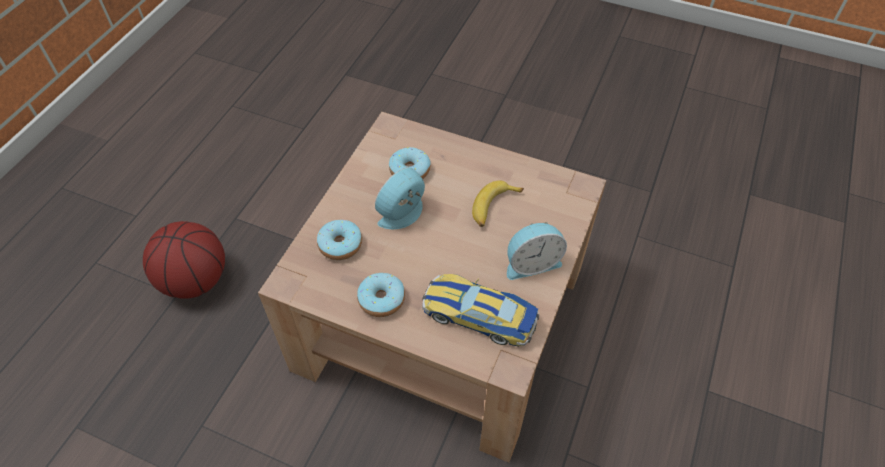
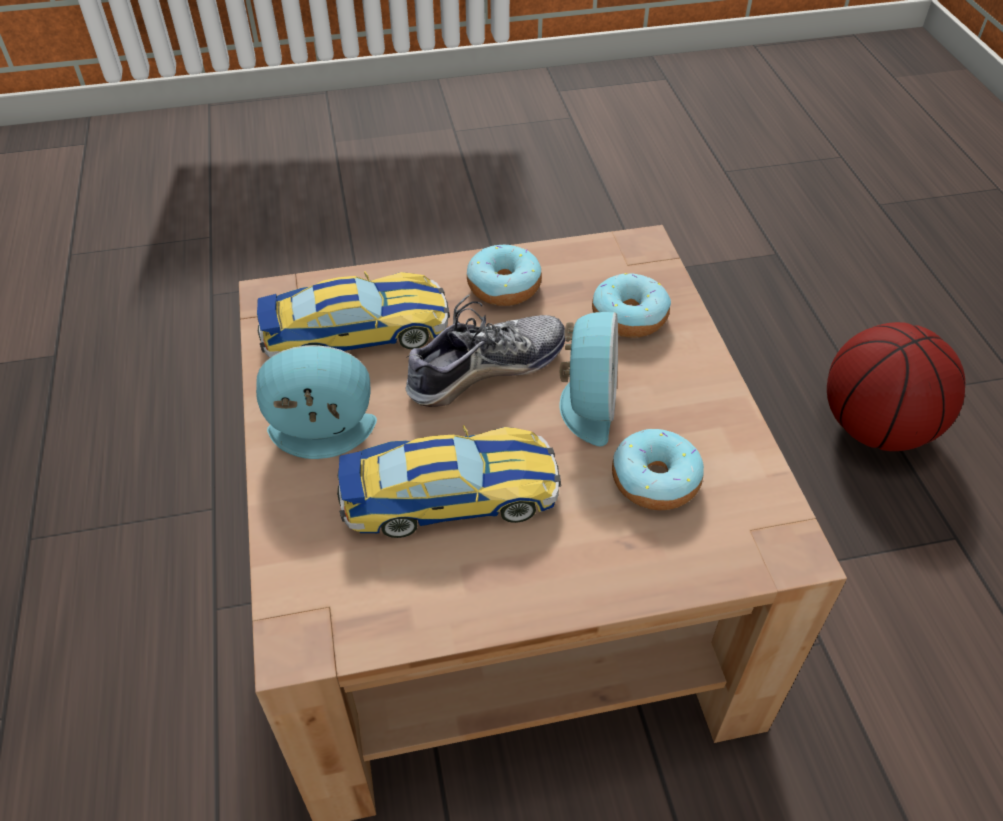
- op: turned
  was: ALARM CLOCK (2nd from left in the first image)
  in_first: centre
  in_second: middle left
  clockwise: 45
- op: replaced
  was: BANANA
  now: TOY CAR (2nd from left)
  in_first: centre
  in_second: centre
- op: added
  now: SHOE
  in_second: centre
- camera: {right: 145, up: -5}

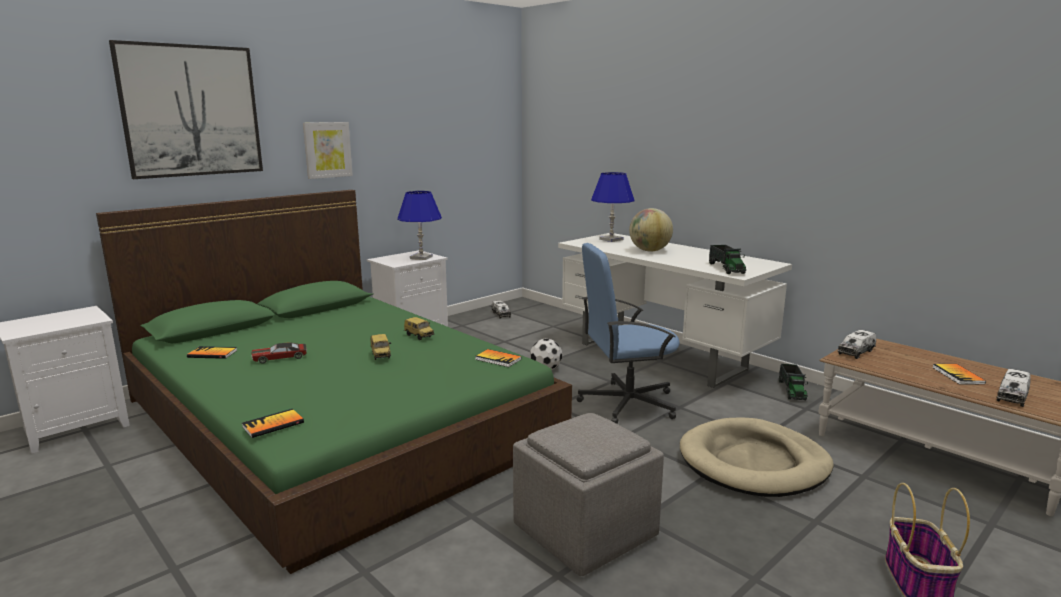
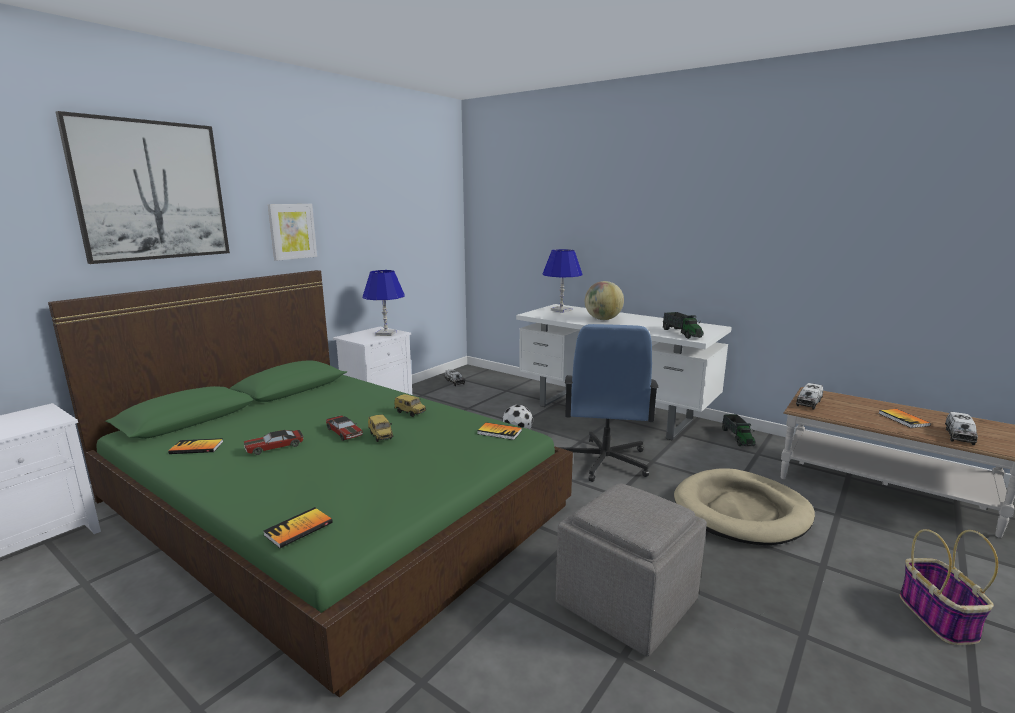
- op: added
  now: TOY CAR (2nd from left)
  in_second: centre
- op: turned
  was: BLUE OFFICE CHAIR
  in_first: centre
  in_second: centre
  clockwise: -60
- camera: {right: -10, up: 0}

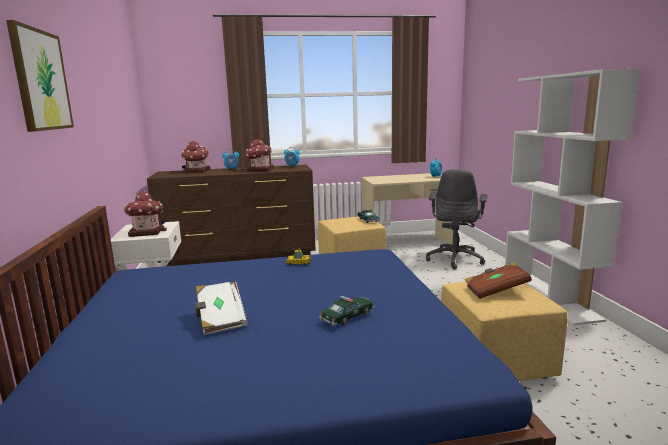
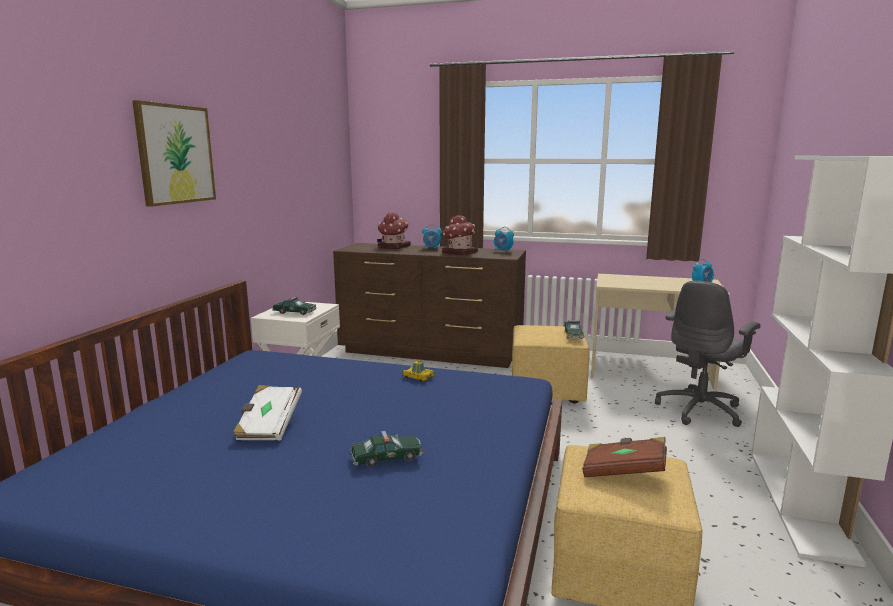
- op: replaced
  was: TOY HOUSE (1st from left)
  now: TOY CAR (1st from left)
  in_first: middle left
  in_second: middle left
- camera: {right: 25, up: 0}

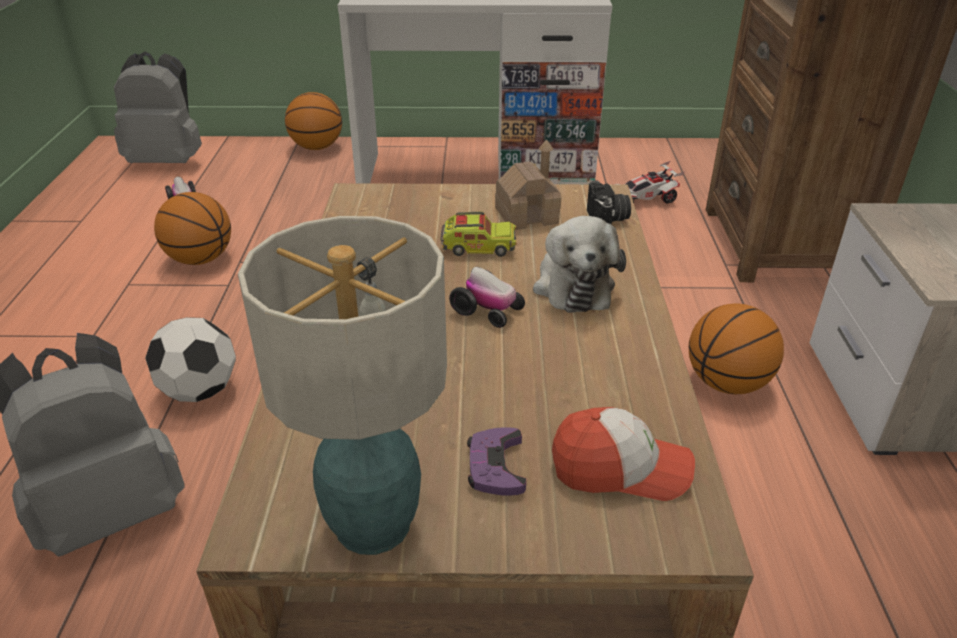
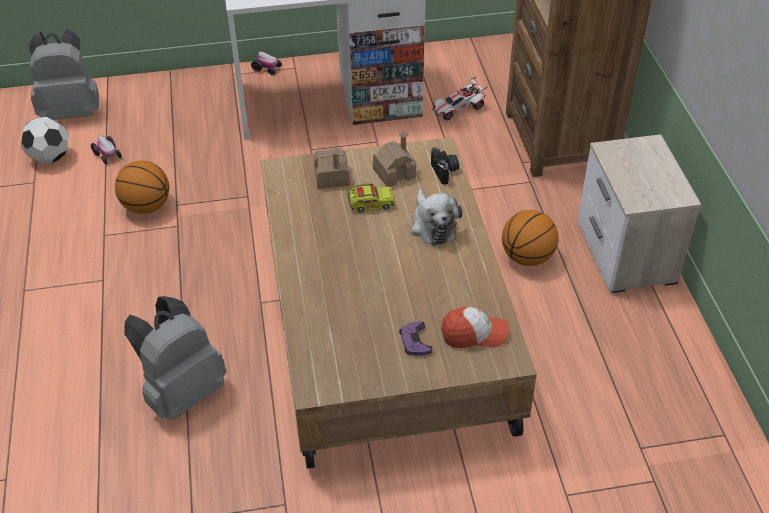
- op: moved
  was: FOOTBALL
  in_first: middle left
  in_second: top left
- op: moved
  was: TOY CAR (2nd from left)
  in_first: centre
  in_second: top centre
- op: added
  now: TOY HOUSE (1st from left)
  in_second: top centre
- op: removed
  was: TABLE LAMP
  in_first: centre
- op: removed
  was: BASKETBALL (2nd from left)
  in_first: top left
- camera: {right: -10, up: 10}

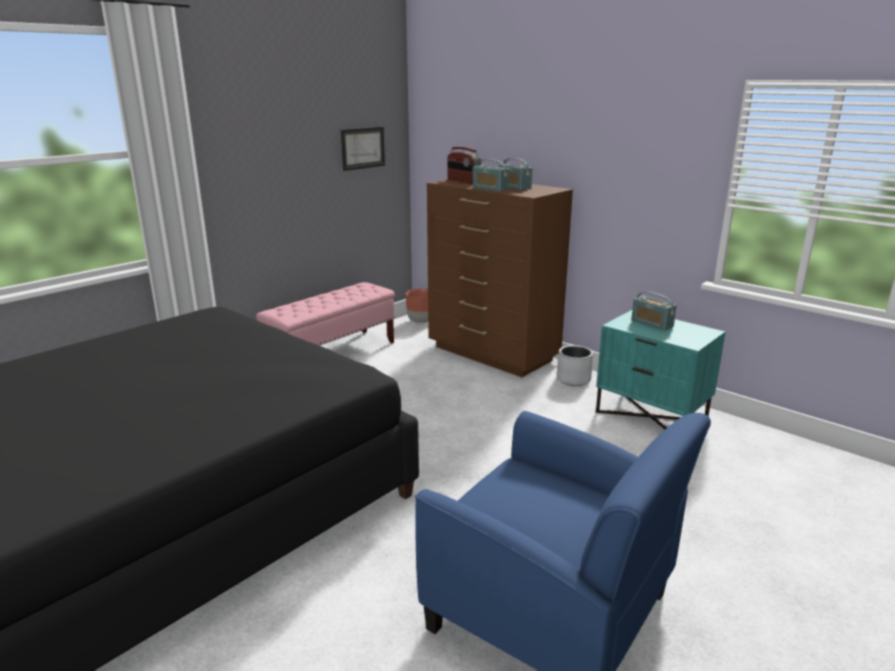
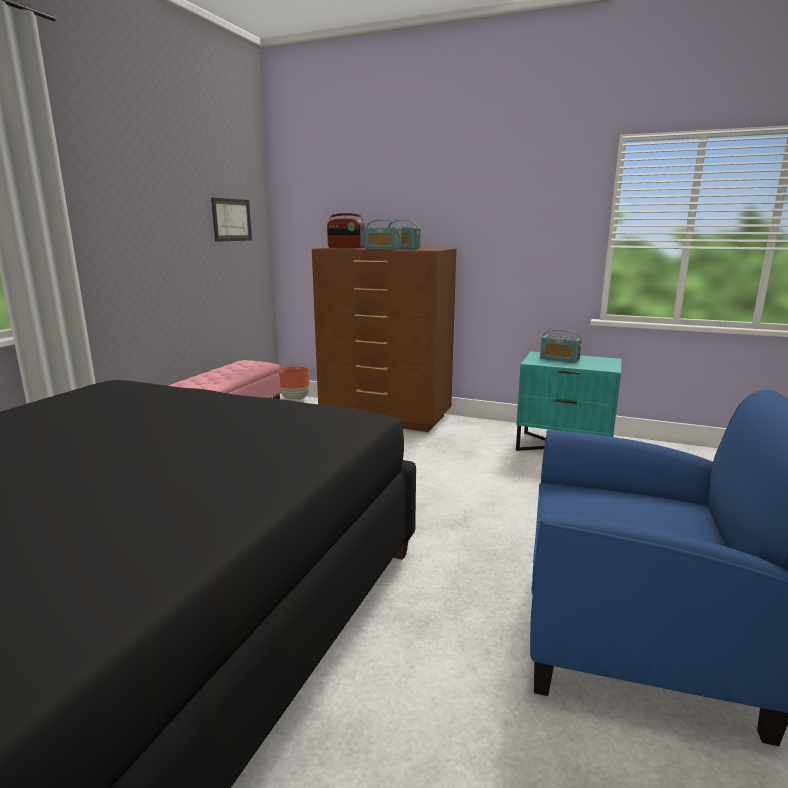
- op: removed
  was: GREY PLANTER
  in_first: centre
- camera: {right: -20, up: -5}

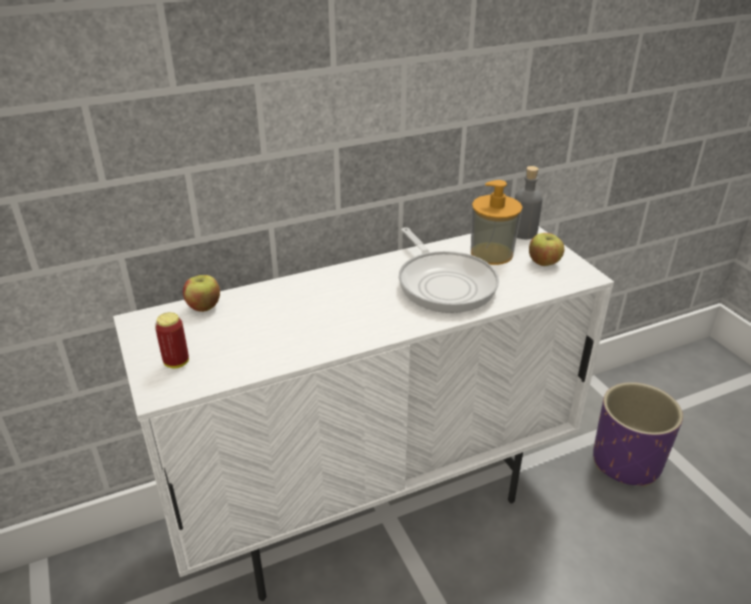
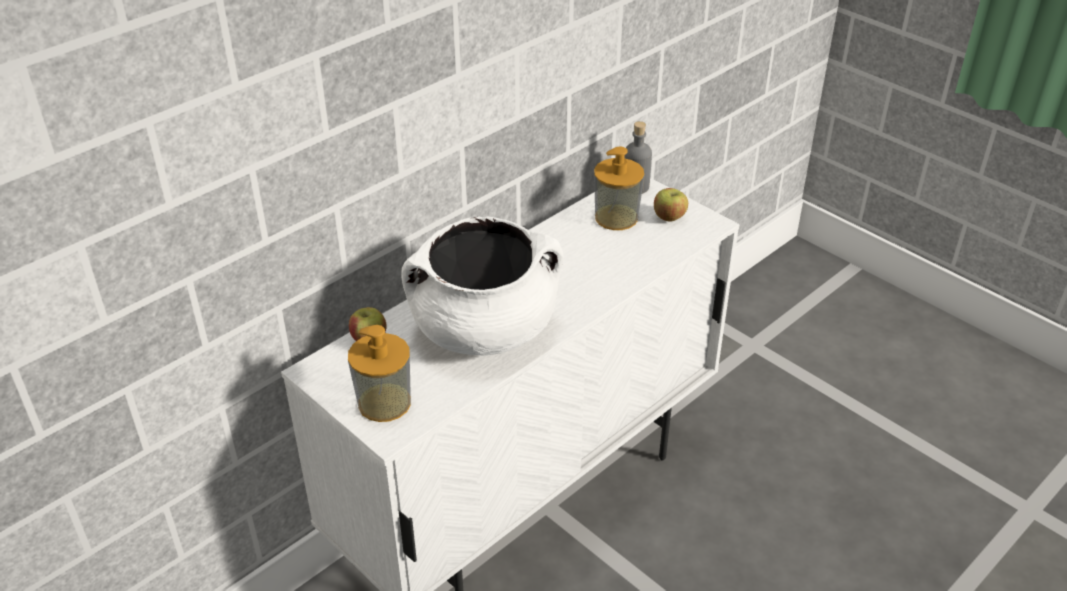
- op: replaced
  was: CAN
  now: SOAP DISPENSER (1st from left)
  in_first: middle left
  in_second: centre
- op: added
  now: WHITE COOKING POT
  in_second: centre
- op: removed
  was: FRYING PAN
  in_first: centre
- op: removed
  was: PURPLE PLANTER
  in_first: bottom right
- camera: {right: -20, up: 5}

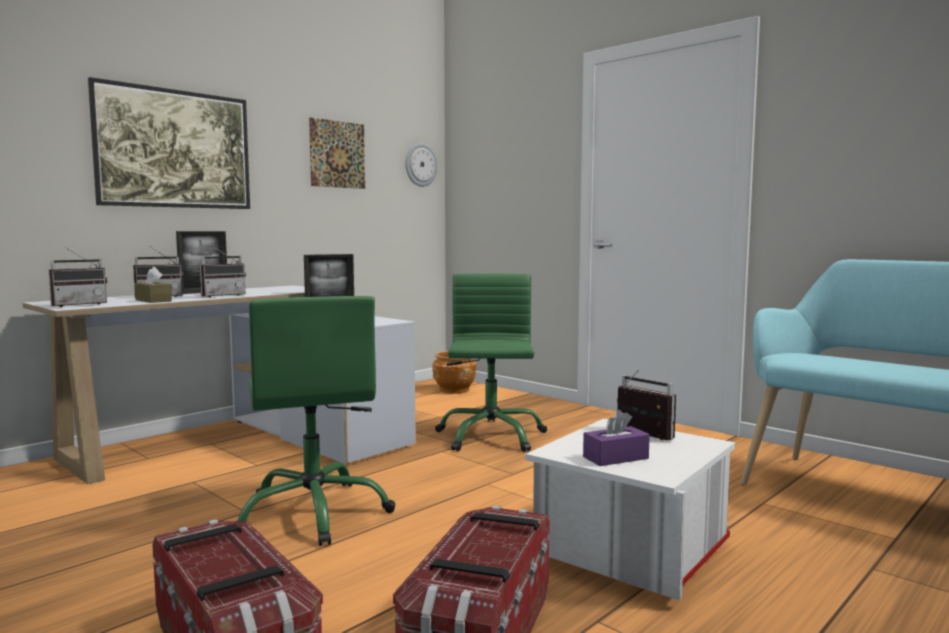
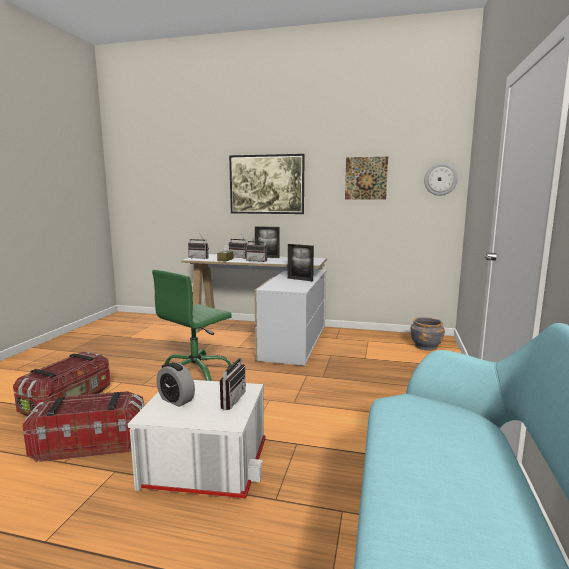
- op: replaced
  was: PURPLE TISSUE BOX
  now: ALARM CLOCK
  in_first: bottom centre
  in_second: bottom left
- op: recoloured
  was: BROWN PLANTER
  now: GREY PLANTER
  in_first: centre
  in_second: middle right
- op: removed
  was: GREEN OFFICE CHAIR (2nd from left)
  in_first: centre
- camera: {right: 60, up: 5}

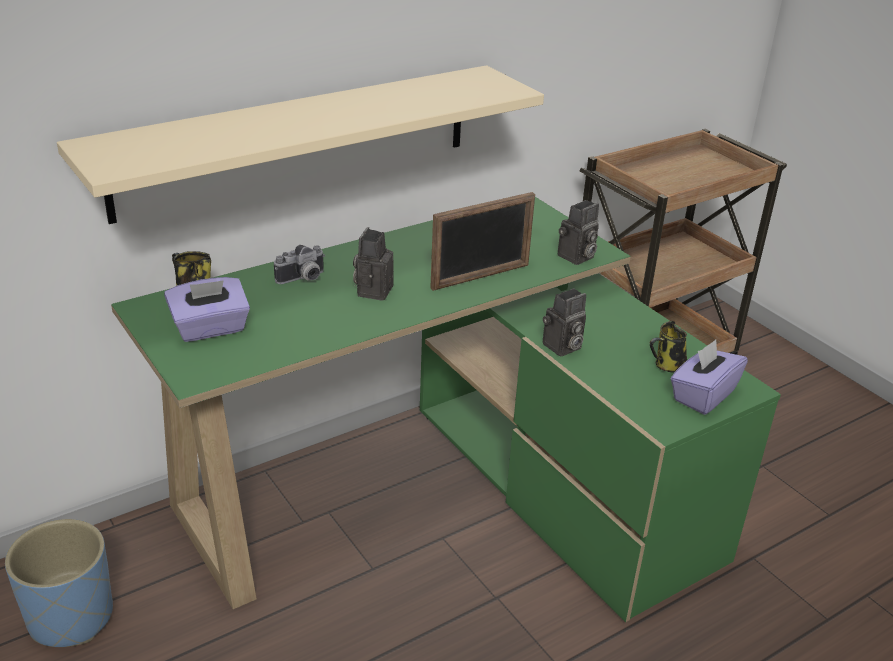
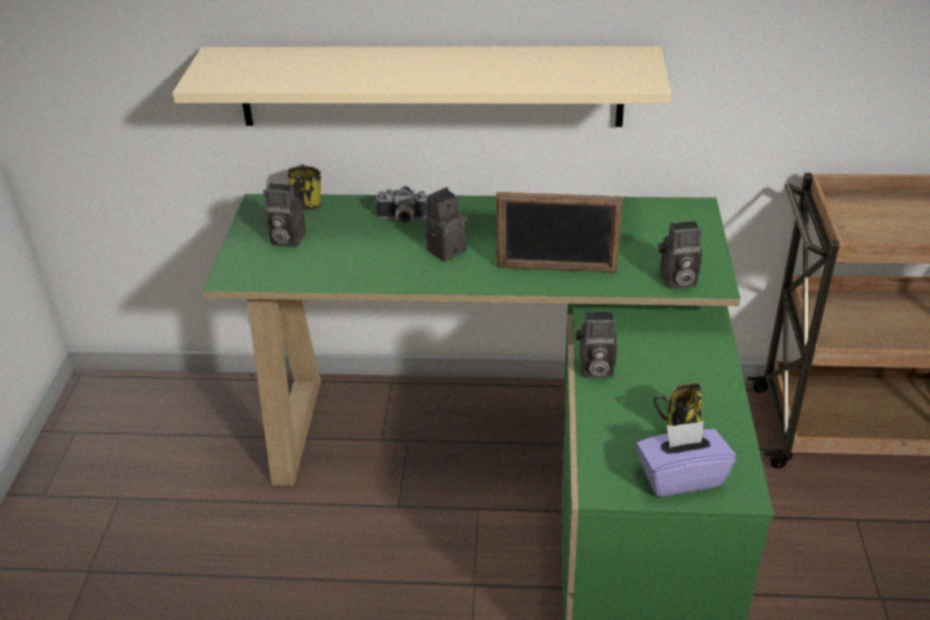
- op: replaced
  was: PURPLE TISSUE BOX (1st from left)
  now: PHOTO CAMERA (1st from left)
  in_first: middle left
  in_second: middle left
- op: removed
  was: BLUE PLANTER
  in_first: bottom left
- camera: {right: 40, up: 5}

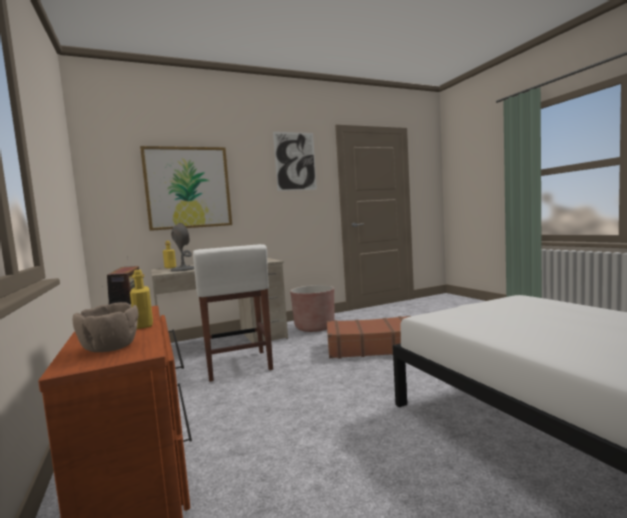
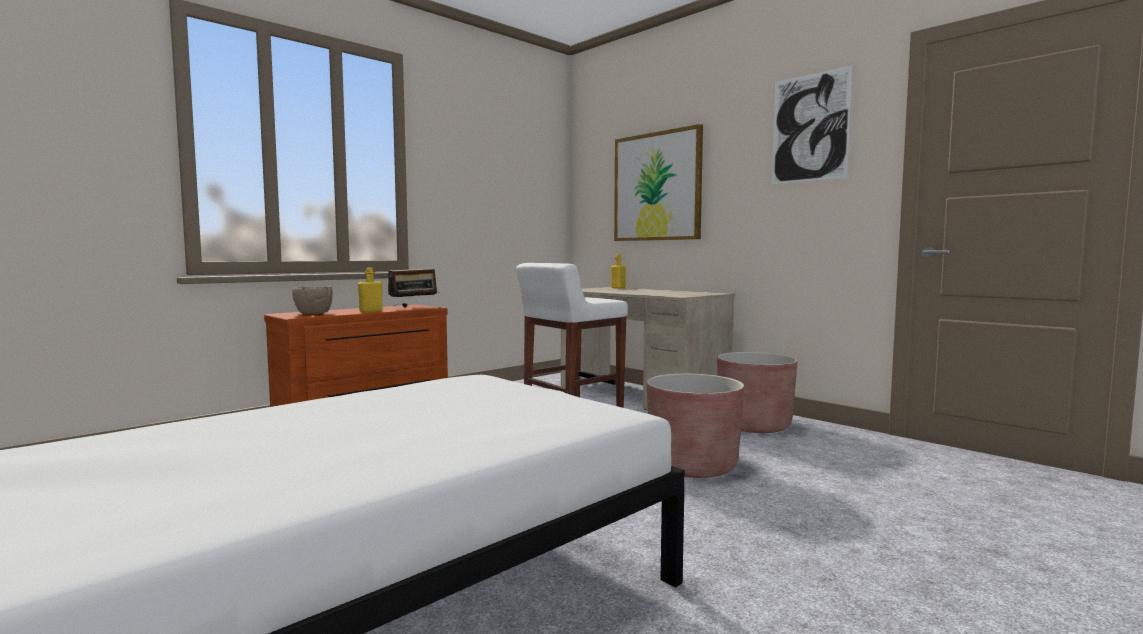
- op: replaced
  was: BROWN SUITCASE
  now: BROWN PLANTER (1st from left)
  in_first: centre
  in_second: bottom centre
- op: removed
  was: GREY TABLE LAMP
  in_first: middle left
- camera: {right: 70, up: 0}

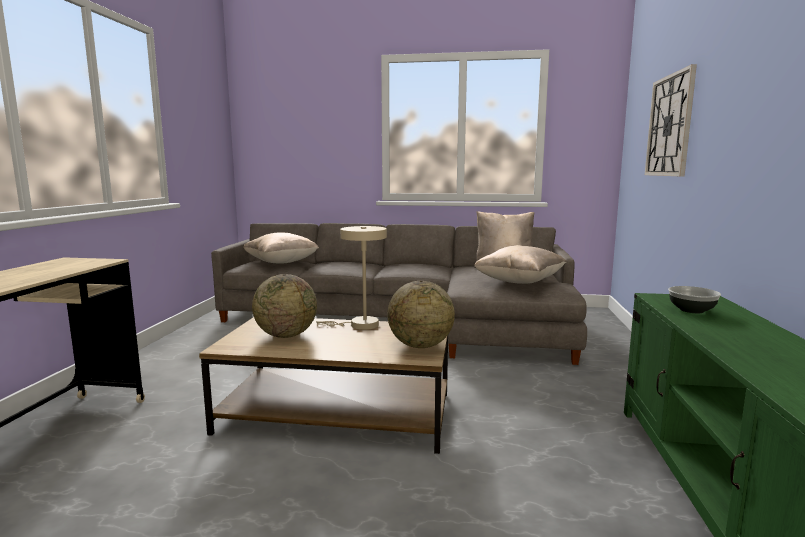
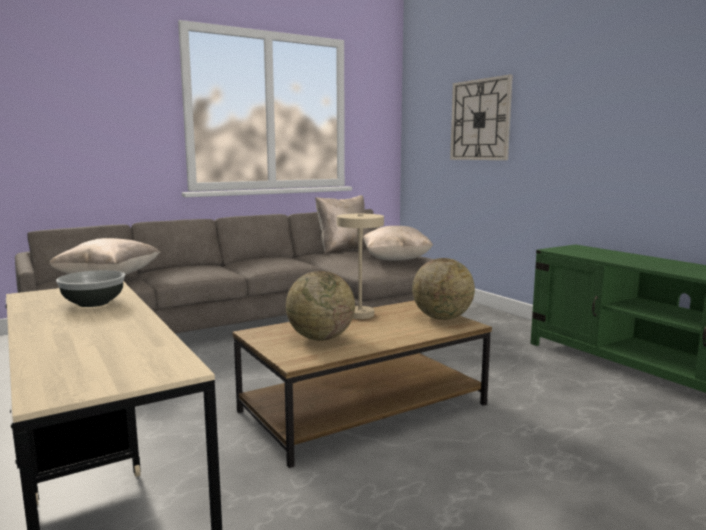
- op: moved
  was: BOWL
  in_first: middle right
  in_second: middle left
- camera: {right: -40, up: 0}

